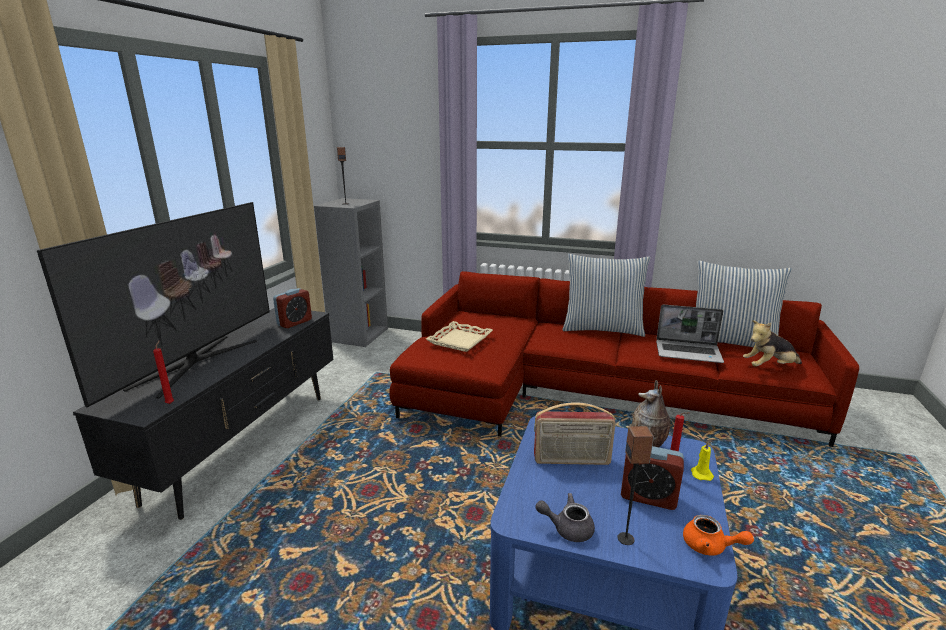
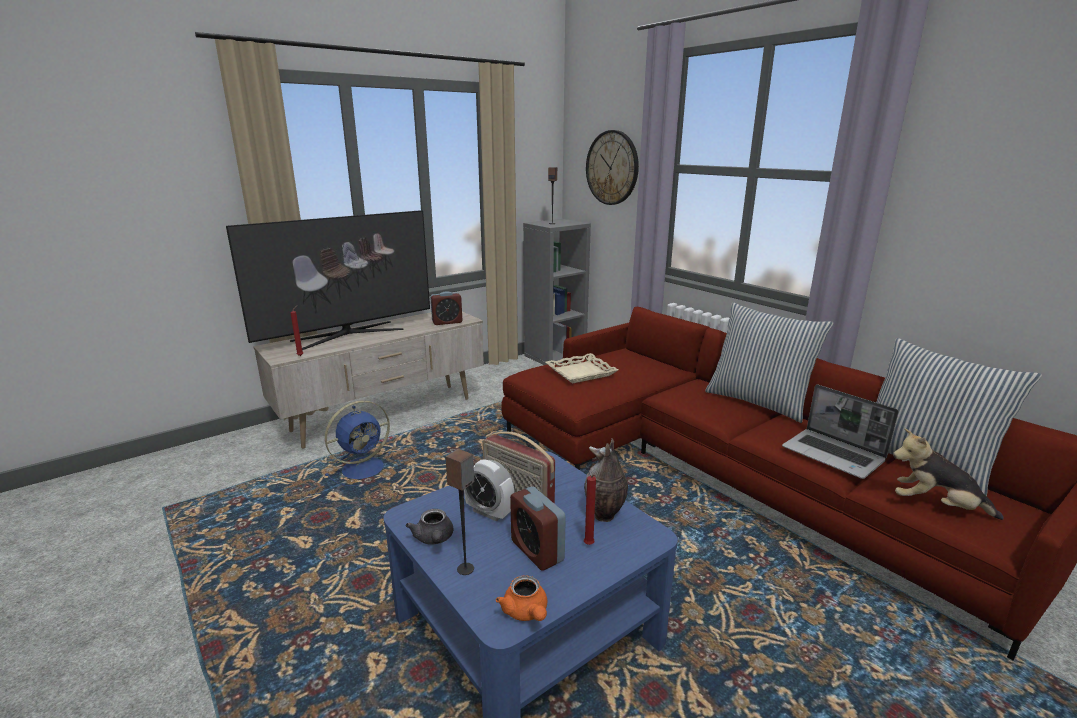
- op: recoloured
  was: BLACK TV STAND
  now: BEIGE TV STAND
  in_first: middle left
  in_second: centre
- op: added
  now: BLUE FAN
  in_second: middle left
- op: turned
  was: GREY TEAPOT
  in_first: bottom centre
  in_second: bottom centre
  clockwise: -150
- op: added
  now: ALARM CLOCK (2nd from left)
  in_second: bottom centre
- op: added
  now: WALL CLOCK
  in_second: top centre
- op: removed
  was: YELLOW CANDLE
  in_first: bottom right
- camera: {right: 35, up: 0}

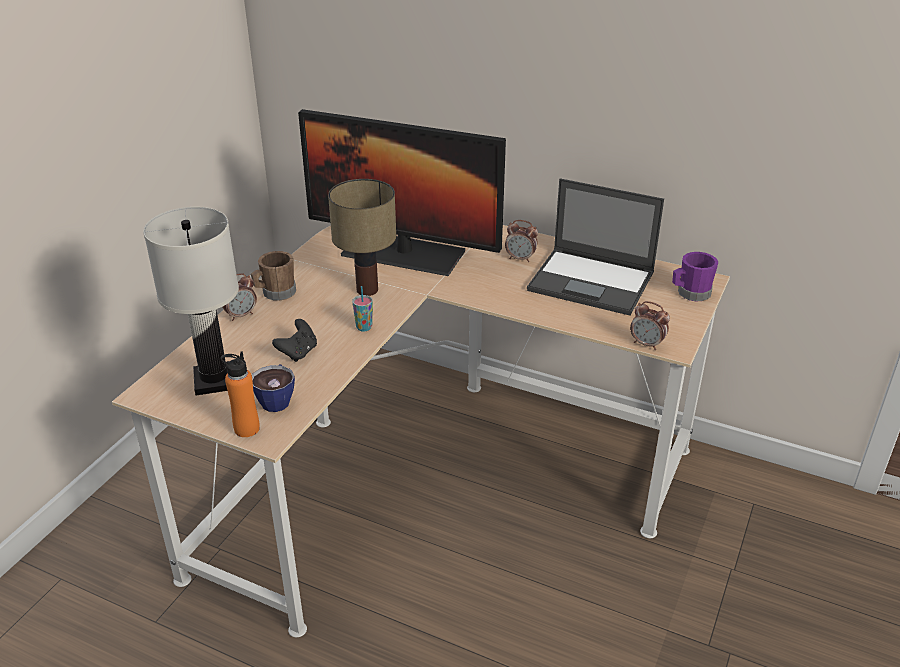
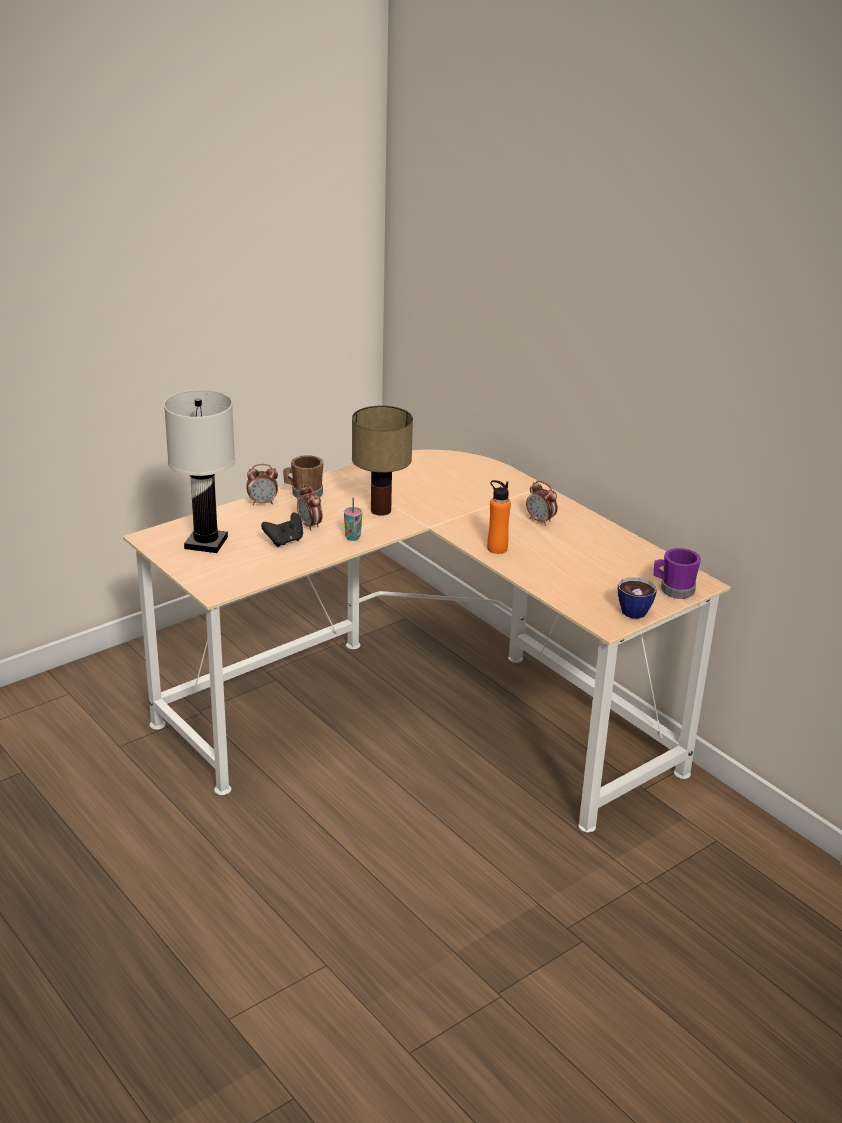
- op: moved
  was: ALARM CLOCK (3rd from left in the first image)
  now: ALARM CLOCK (2nd from left)
  in_first: middle right
  in_second: centre
- op: moved
  was: ORANGE BOTTLE
  in_first: middle left
  in_second: centre
- op: moved
  was: CUP (1st from left in the first image)
  now: CUP (2nd from left)
  in_first: middle left
  in_second: middle right
- op: removed
  was: MONITOR
  in_first: top centre
- op: removed
  was: LAPTOP
  in_first: centre
- camera: {right: 25, up: -5}

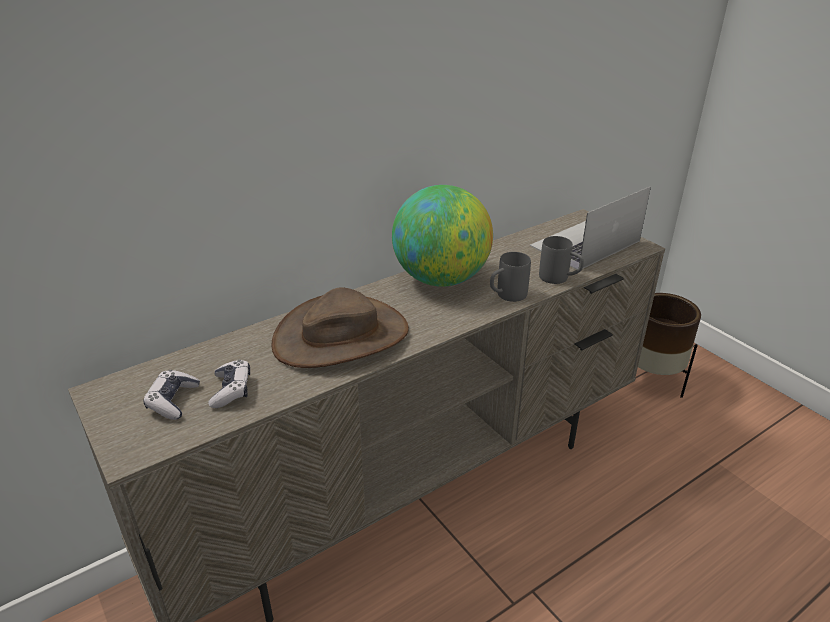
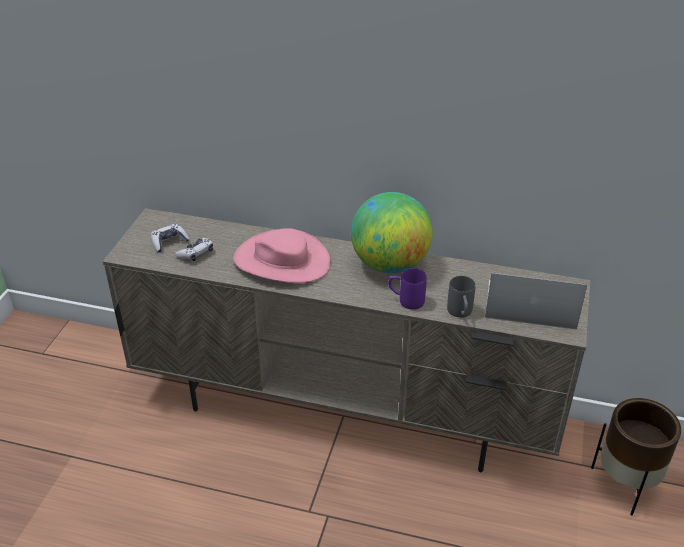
- op: recoloured
  was: BROWN HAT
  now: PINK HAT
  in_first: centre
  in_second: centre
- op: recoloured
  was: GREY MUG (1st from left)
  now: PURPLE MUG
  in_first: centre
  in_second: centre
- camera: {right: 50, up: 5}

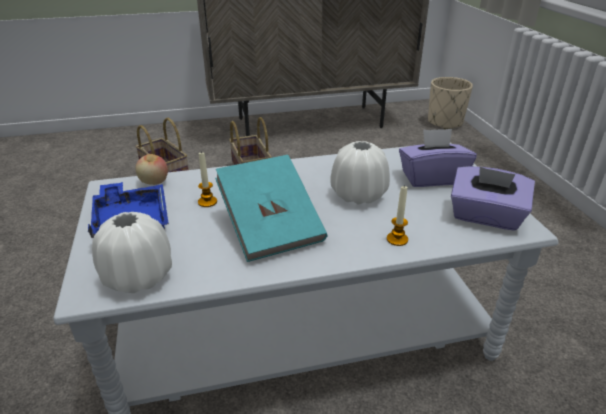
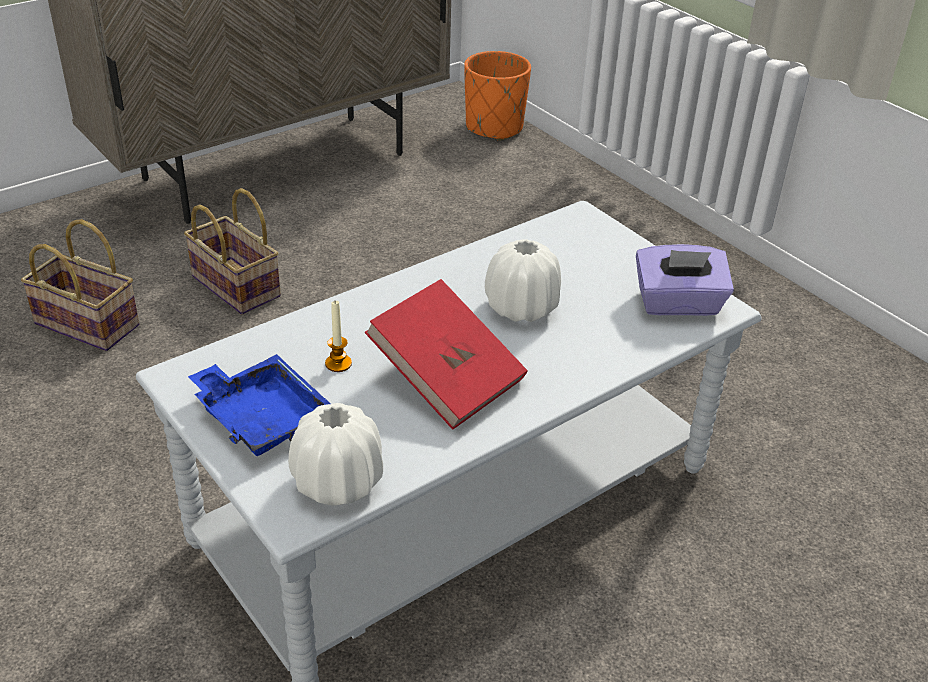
- op: recoloured
  was: TURQUOISE BOOK
  now: RED BOOK
  in_first: centre
  in_second: centre
- op: recoloured
  was: BEIGE PLANTER
  now: ORANGE PLANTER
  in_first: top right
  in_second: top centre
- op: removed
  was: APPLE
  in_first: middle left
- op: removed
  was: CANDLE (2nd from left)
  in_first: centre
- op: removed
  was: PURPLE TISSUE BOX (1st from left)
  in_first: middle right
- camera: {right: -25, up: 5}

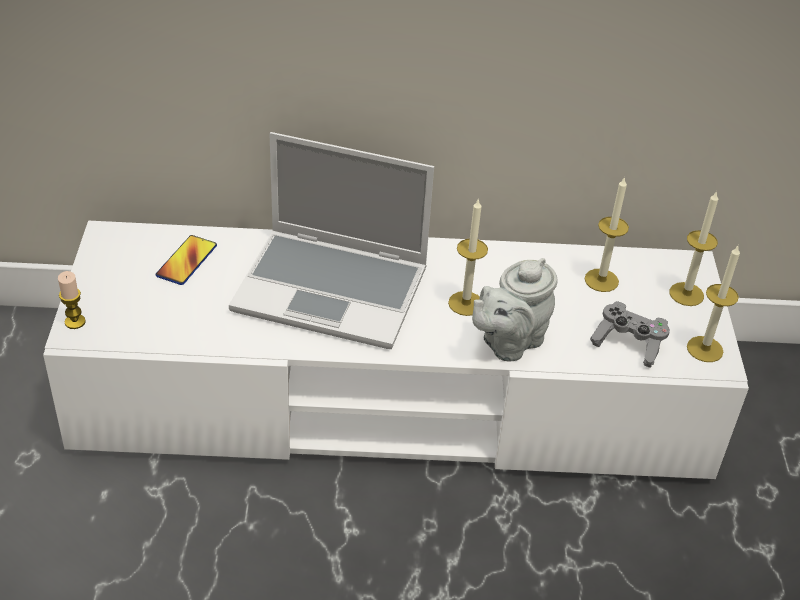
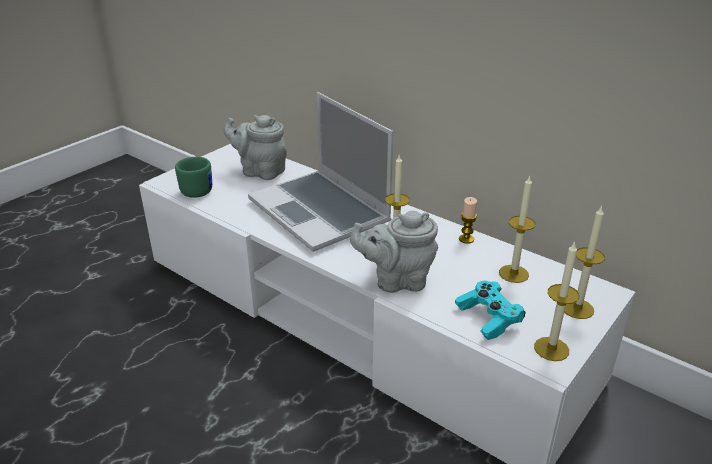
- op: added
  now: GREEN MUG
  in_second: middle left
- op: replaced
  was: PHONE
  now: GREY TEAPOT (1st from left)
  in_first: middle left
  in_second: top centre
- op: recoloured
  was: GREY GAME CONTROLLER
  now: TURQUOISE GAME CONTROLLER
  in_first: middle right
  in_second: bottom right
- op: moved
  was: CANDLE (1st from left in the first image)
  now: CANDLE (2nd from left)
  in_first: middle left
  in_second: centre
- camera: {right: 40, up: -10}

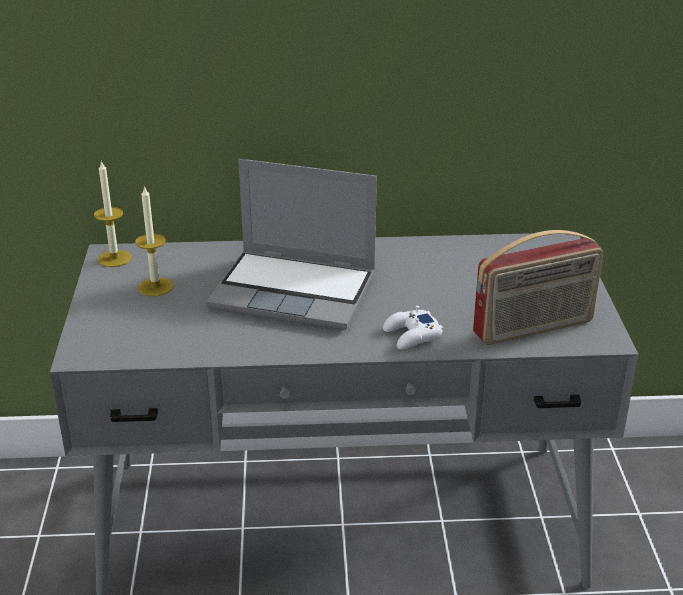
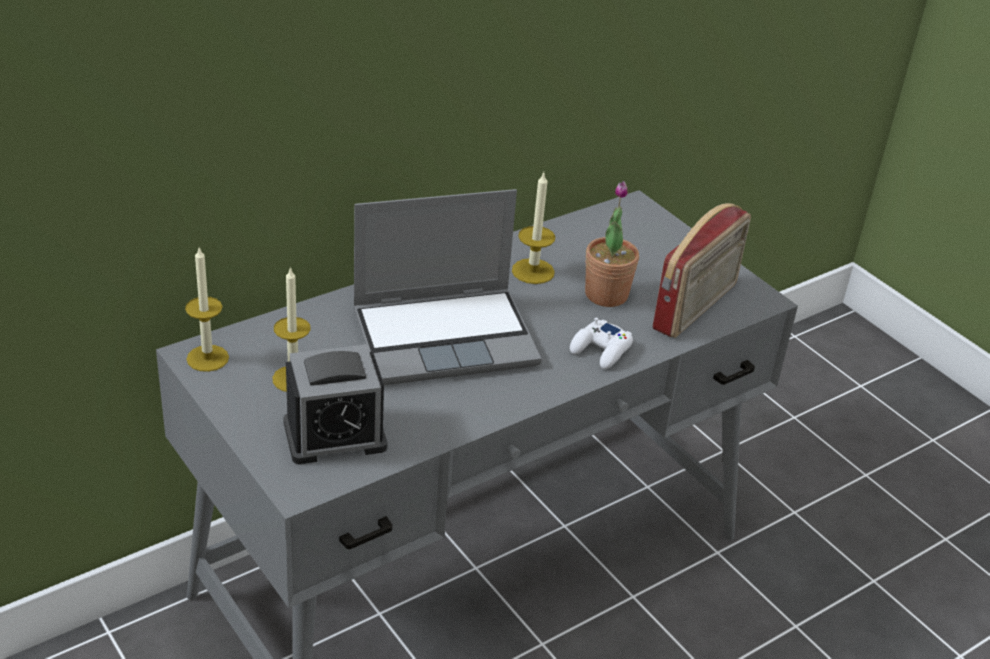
- op: added
  now: ALARM CLOCK
  in_second: centre
- op: added
  now: CANDLE (3rd from left)
  in_second: centre
- op: added
  now: POTTED PLANT
  in_second: centre
- camera: {right: -35, up: 5}

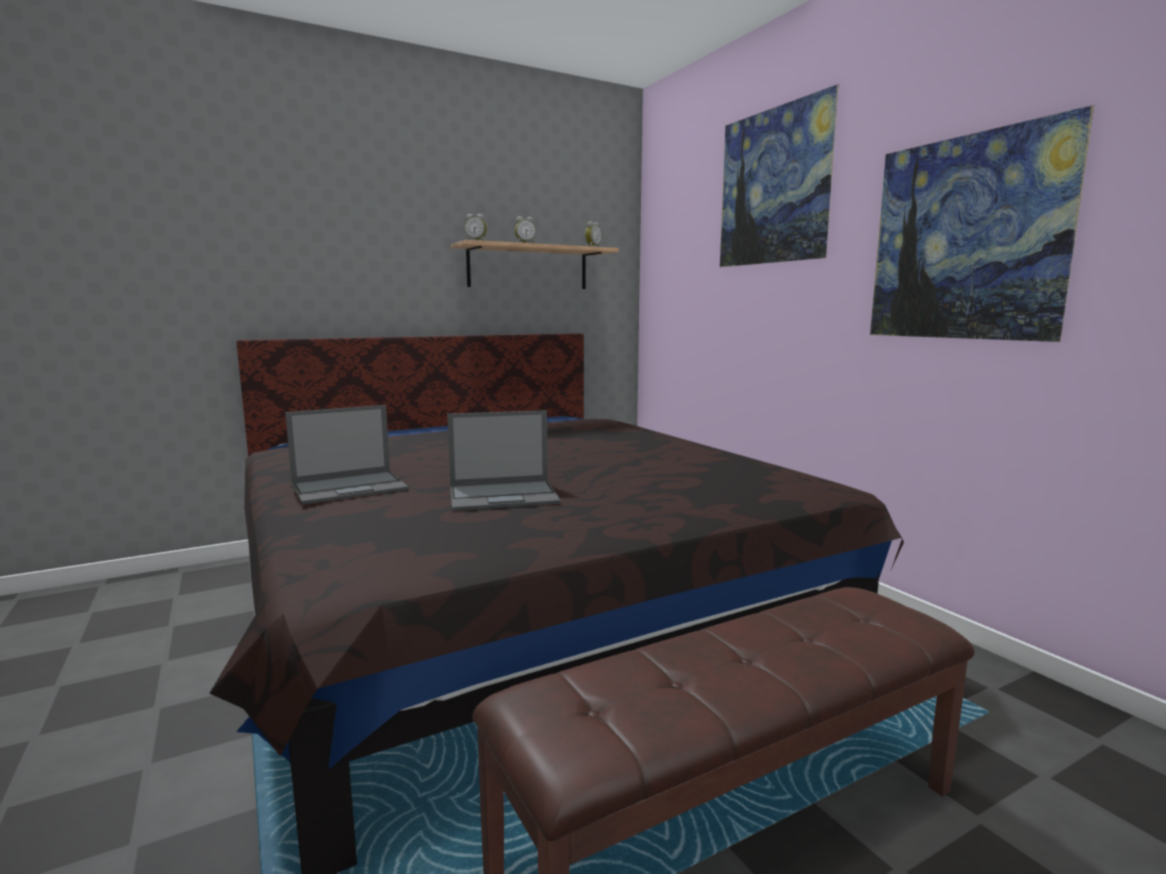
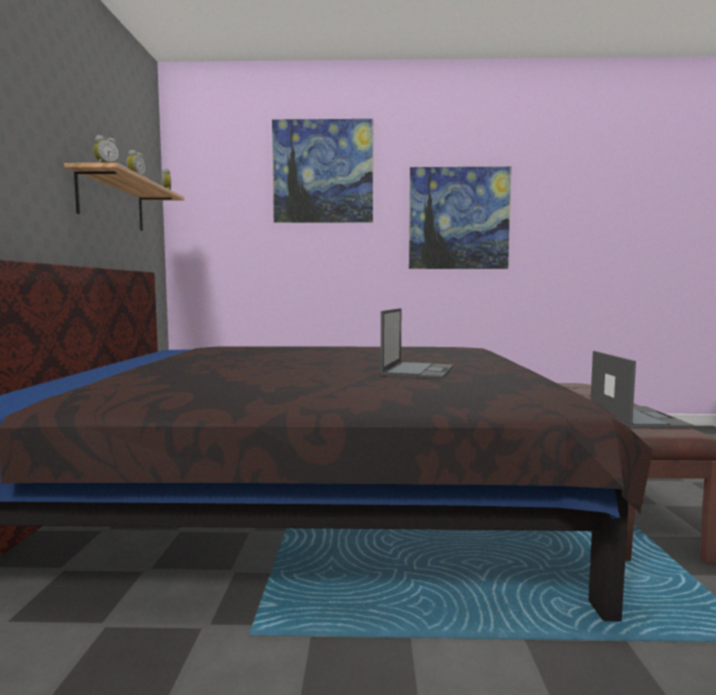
- op: moved
  was: LAPTOP (1st from left in the first image)
  now: LAPTOP (2nd from left)
  in_first: middle left
  in_second: middle right
- camera: {right: -60, up: -5}

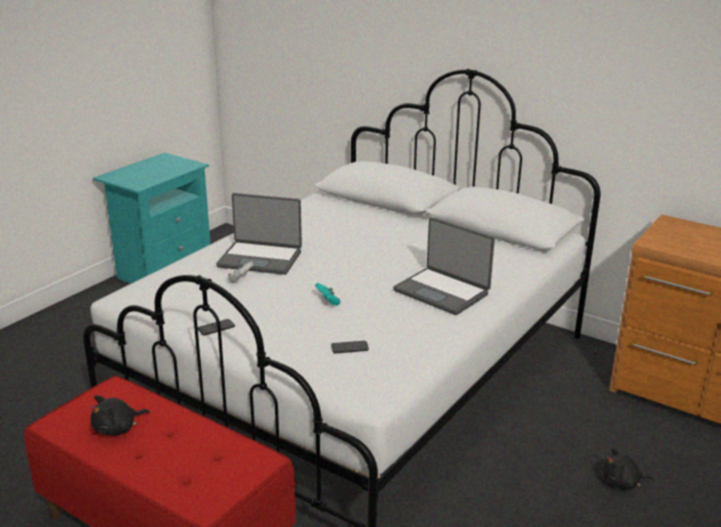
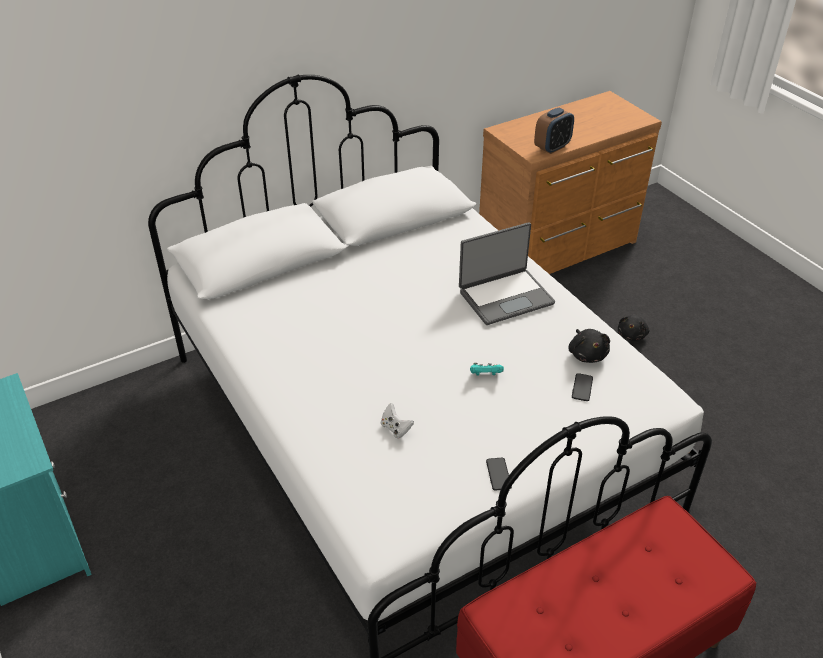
- op: added
  now: ALARM CLOCK
  in_second: top right
- op: moved
  was: BLACK PLUSH TOY (1st from left)
  in_first: bottom left
  in_second: middle right
- op: removed
  was: LAPTOP (1st from left)
  in_first: centre
- camera: {right: -65, up: 15}

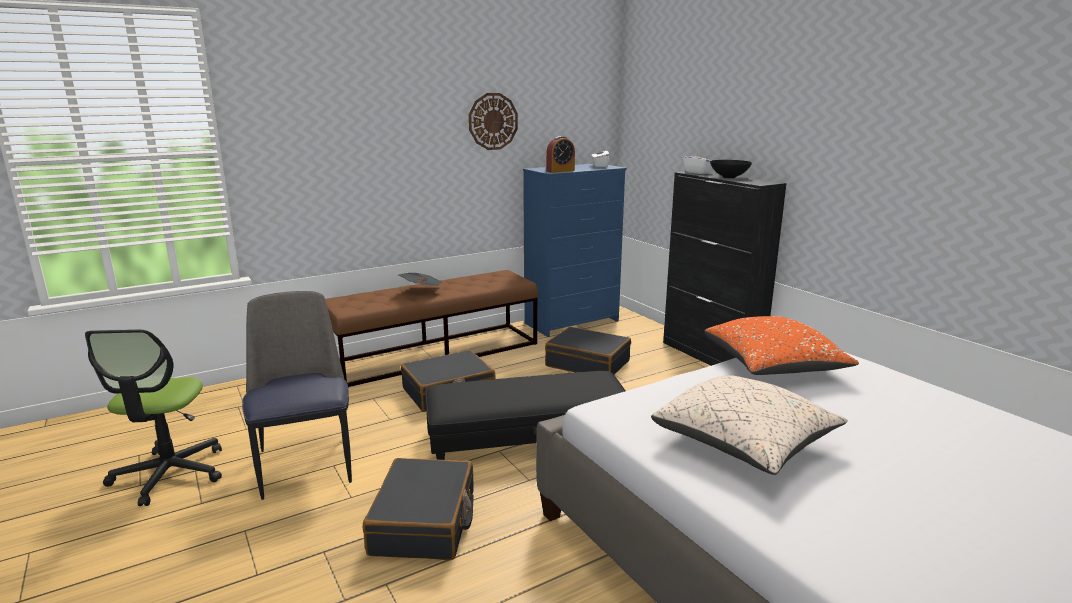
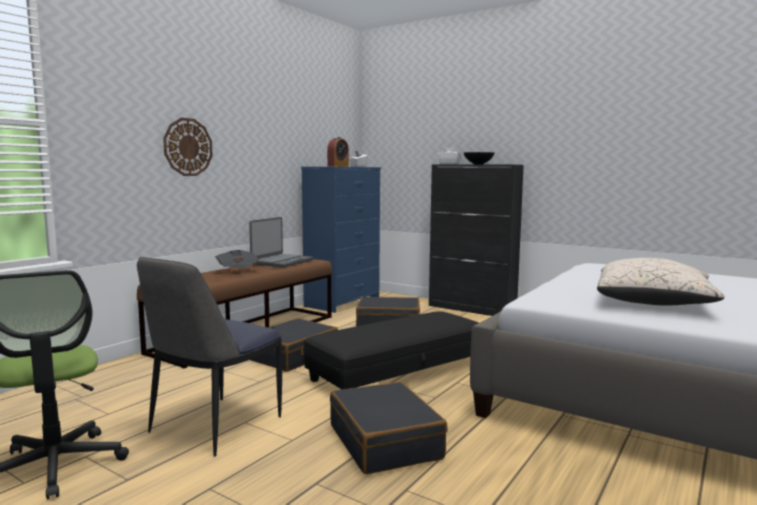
- op: turned
  was: CHAIR
  in_first: middle left
  in_second: bottom left
  clockwise: -105
- op: moved
  was: WALL CLOCK
  in_first: top centre
  in_second: top left
- op: added
  now: LAPTOP
  in_second: centre
- op: removed
  was: ORANGE PILLOW
  in_first: middle right
- camera: {right: -25, up: -10}

